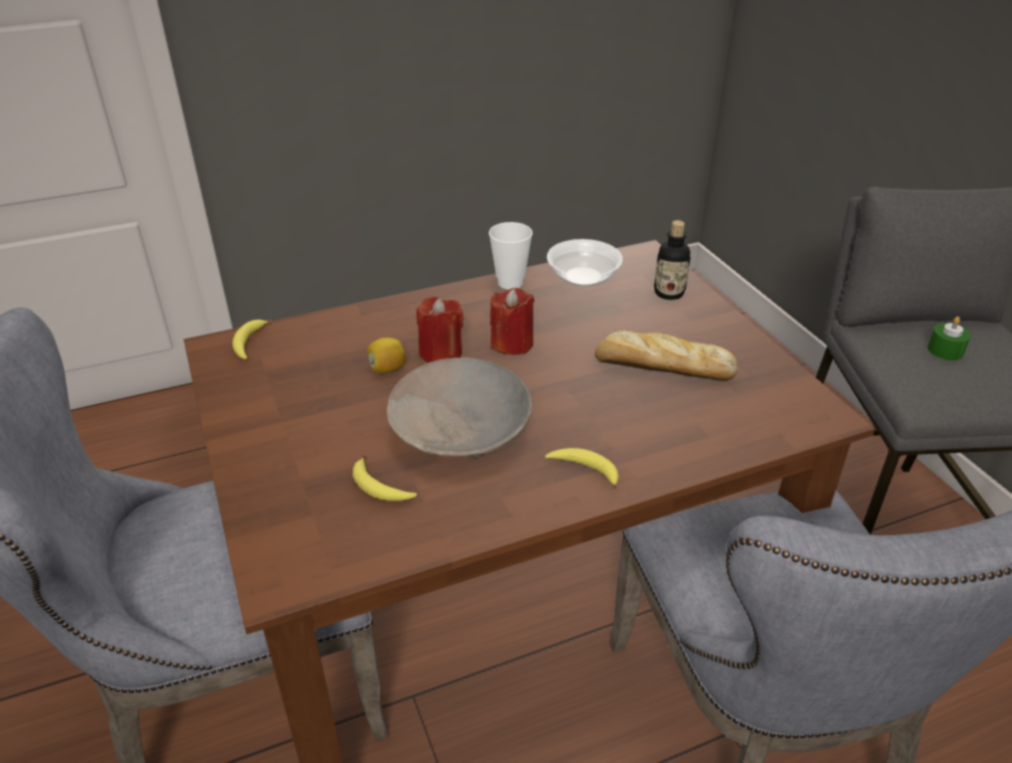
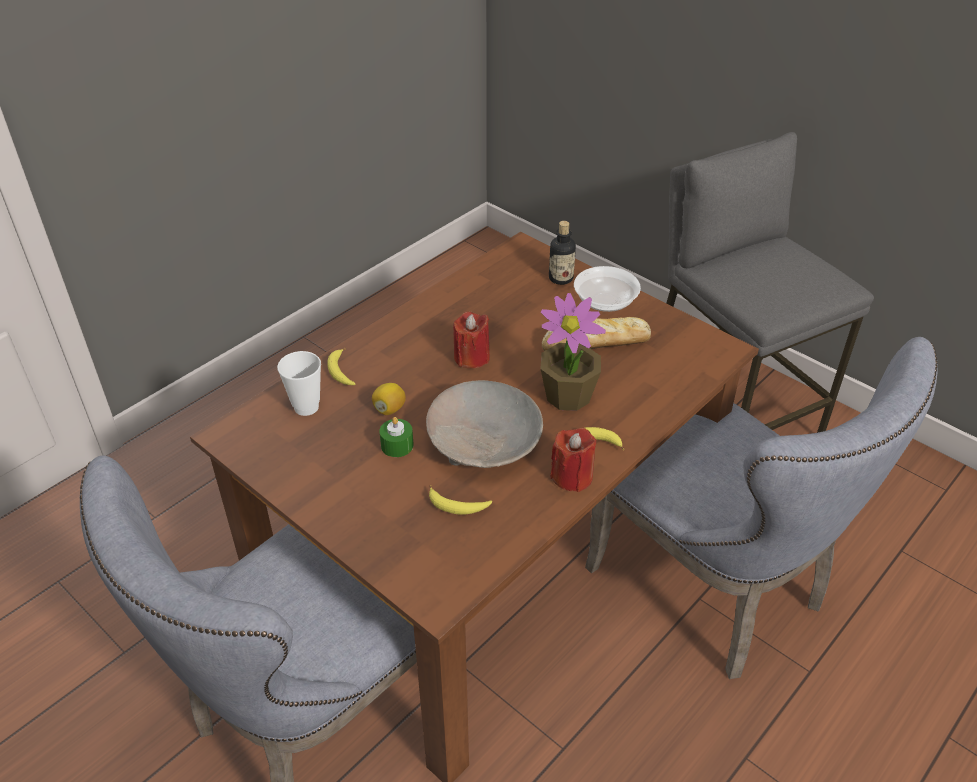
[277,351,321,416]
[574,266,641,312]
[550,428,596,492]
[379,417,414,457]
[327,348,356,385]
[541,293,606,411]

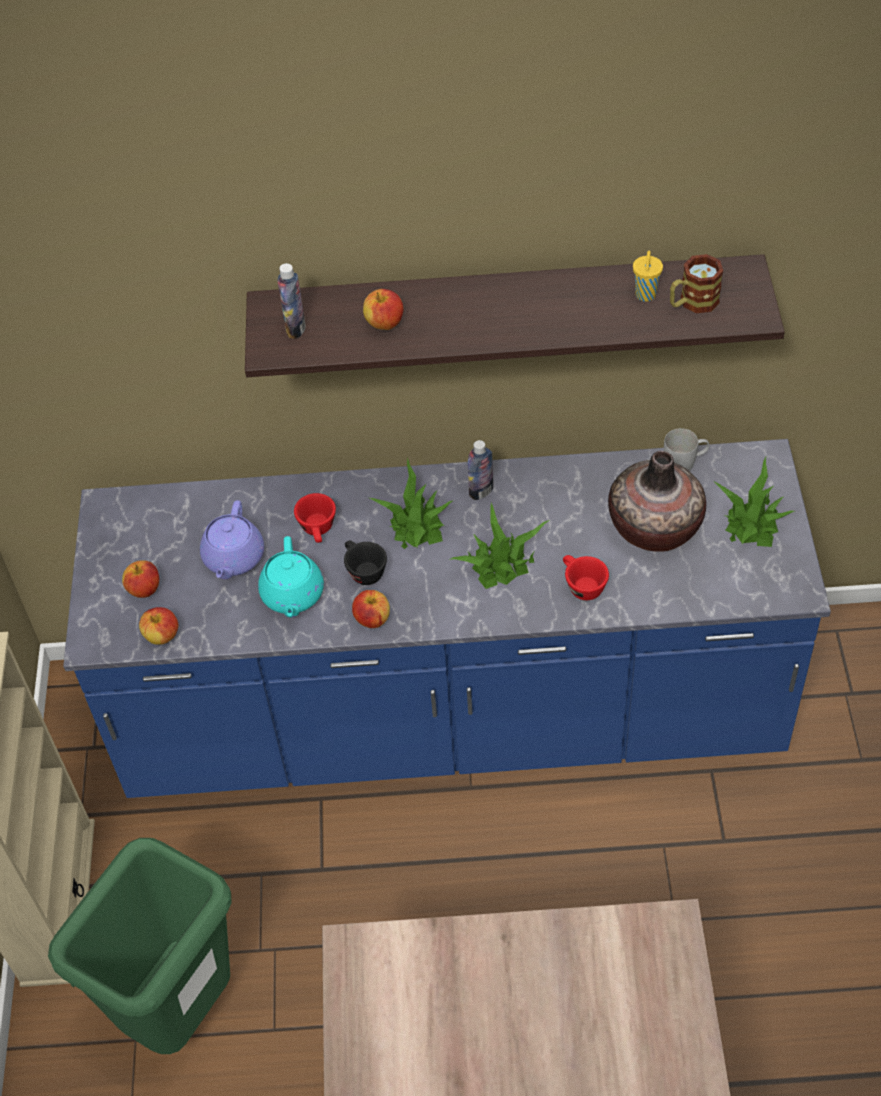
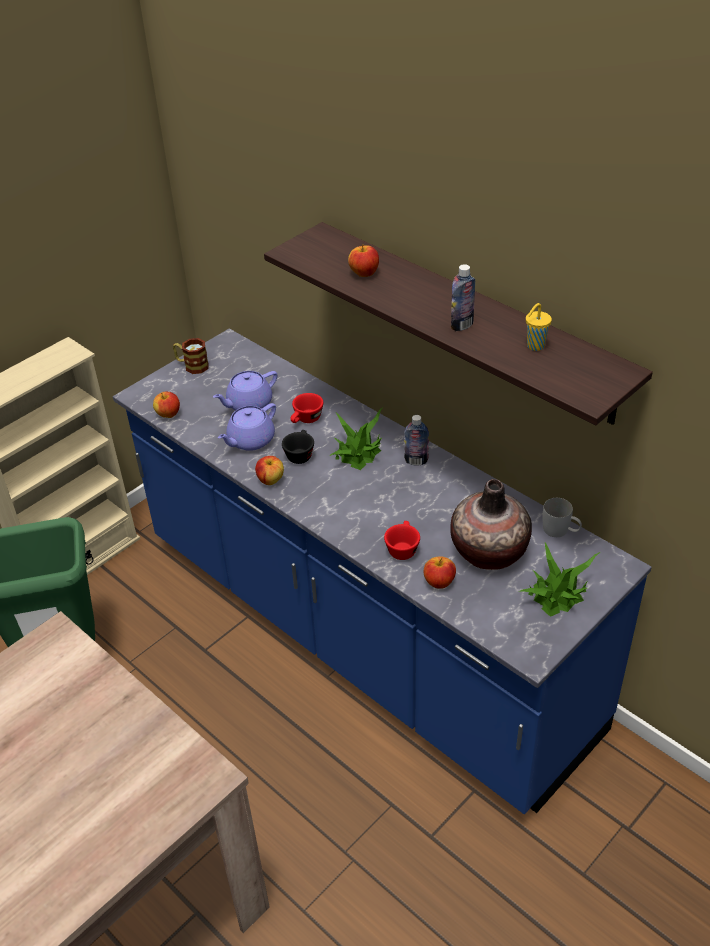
[173,338,209,374]
[451,264,475,331]
[449,503,550,589] (first image)
[218,403,276,451]
[424,556,456,589]

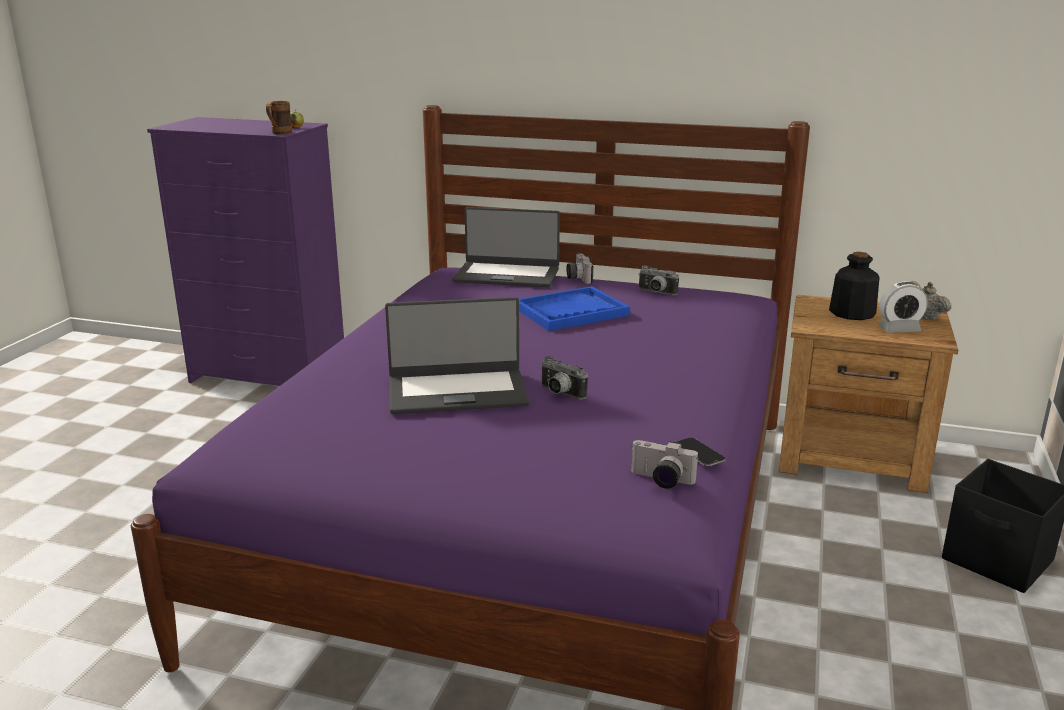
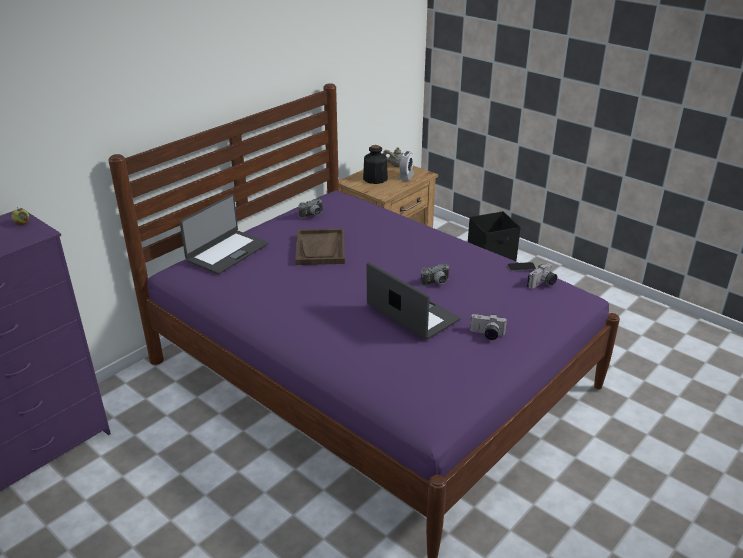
[266,101,292,135] (first image)
[470,314,507,340]
[295,229,345,265]
[367,262,460,340]

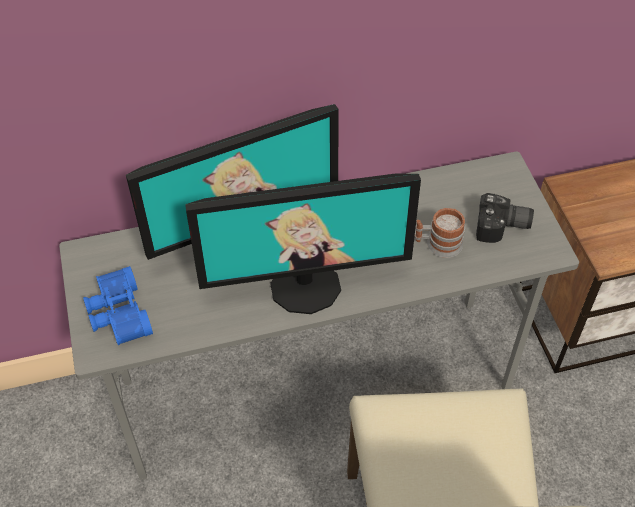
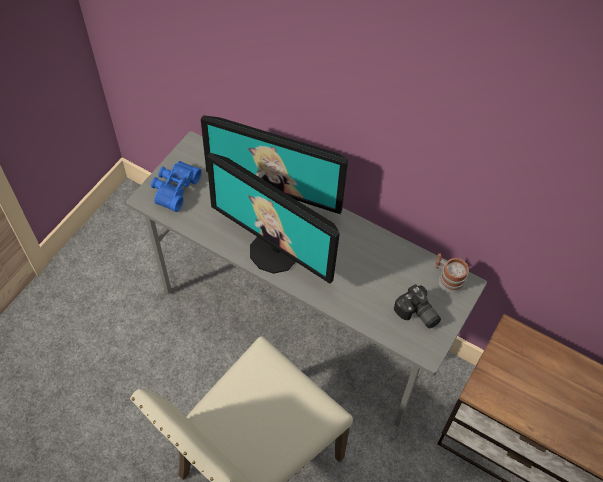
[435,253,469,293]

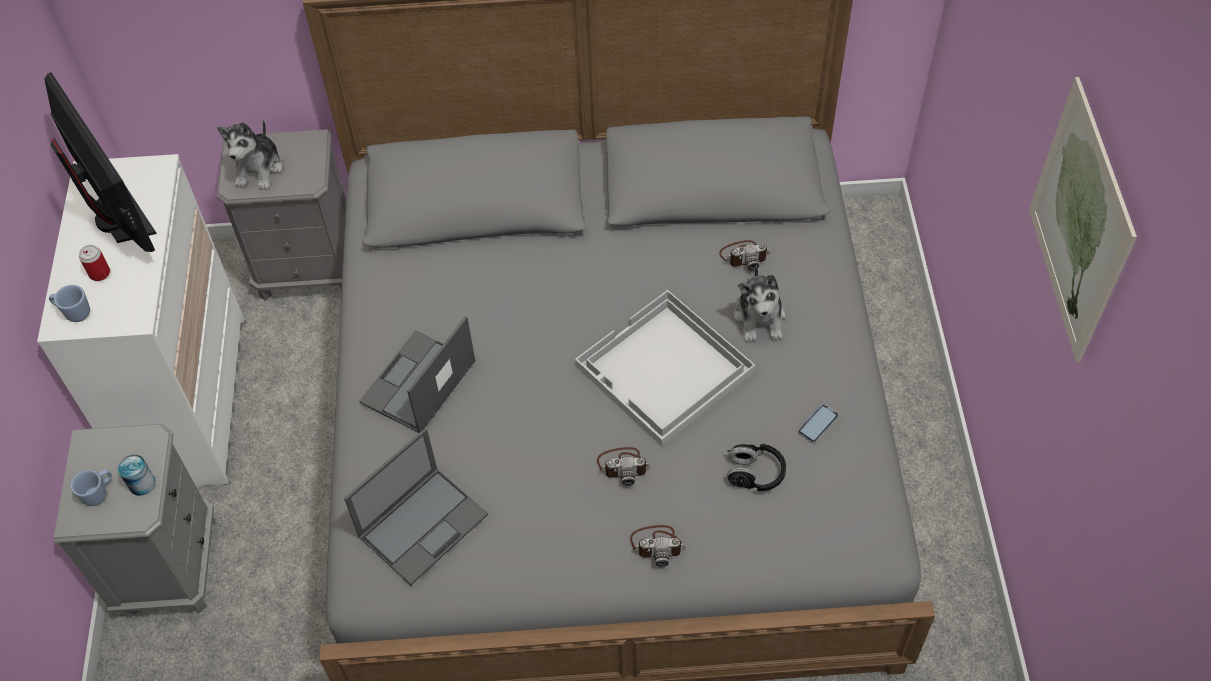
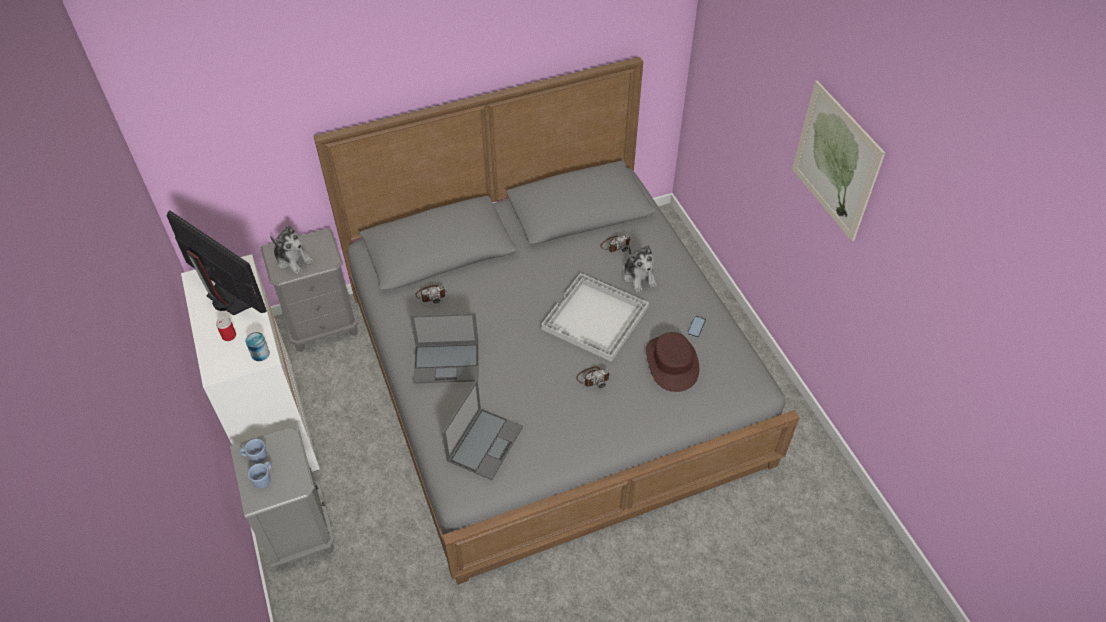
[270,225,313,274]
[239,439,267,464]
[410,312,479,384]
[646,332,699,392]
[245,332,270,361]
[415,285,447,304]

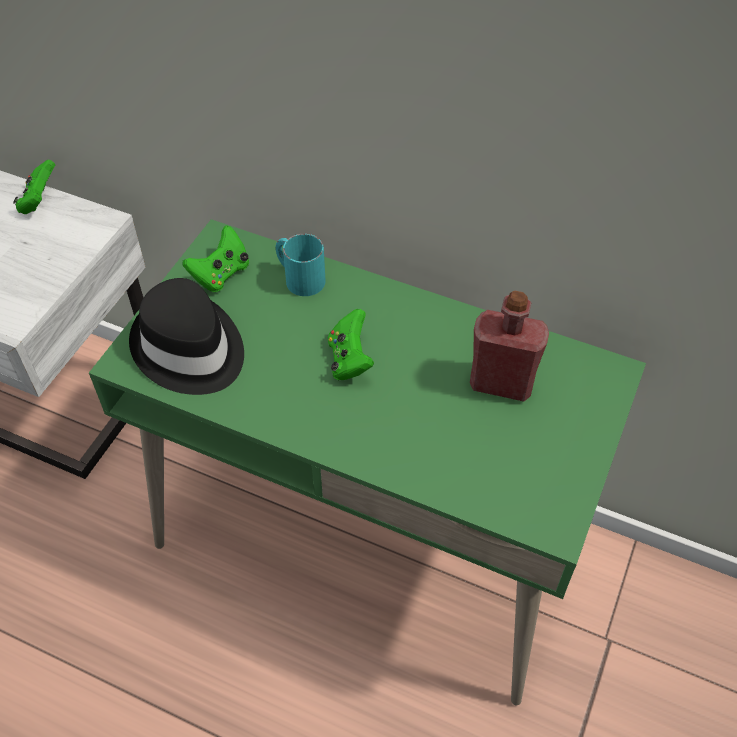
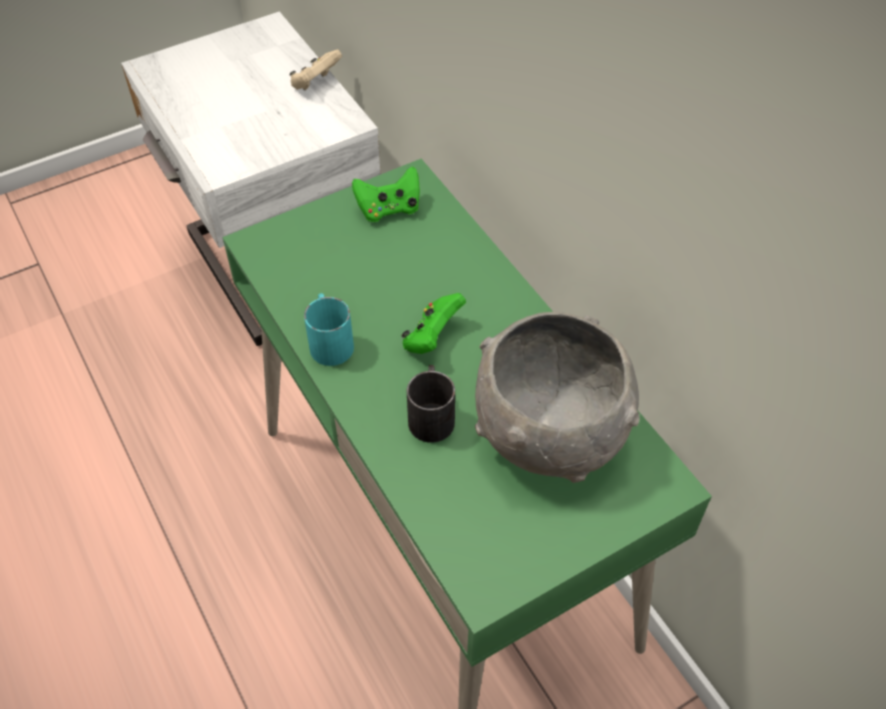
[290,50,342,90]
[304,293,354,366]
[129,278,244,395] (first image)
[475,312,640,483]
[407,365,455,443]

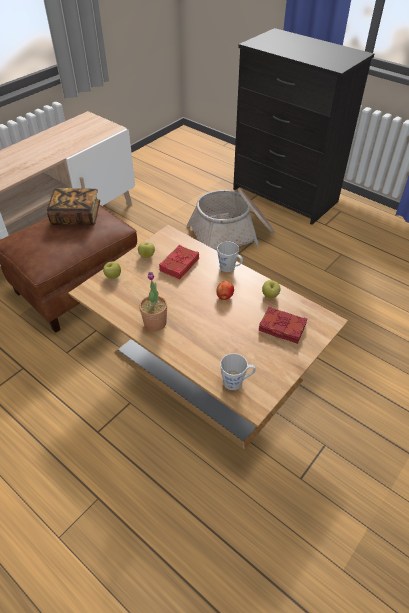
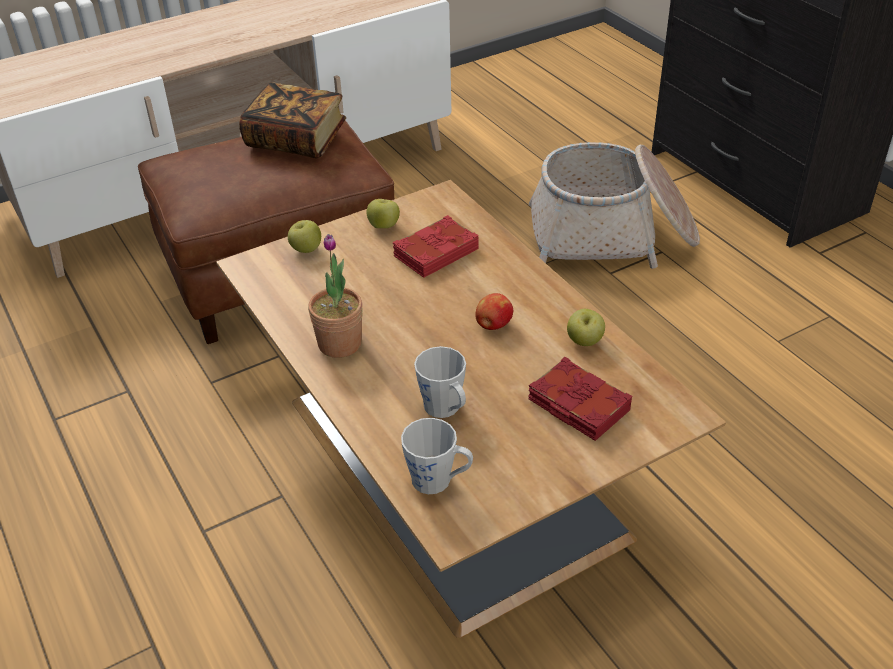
[414,346,466,418]

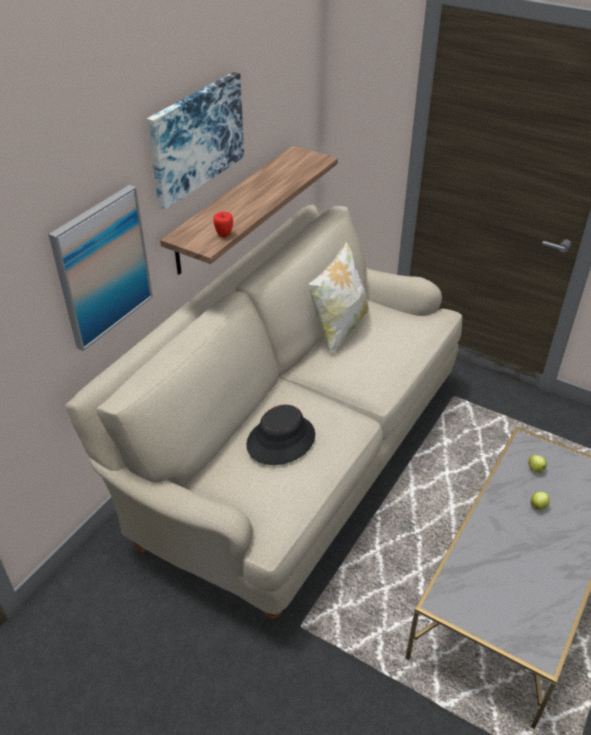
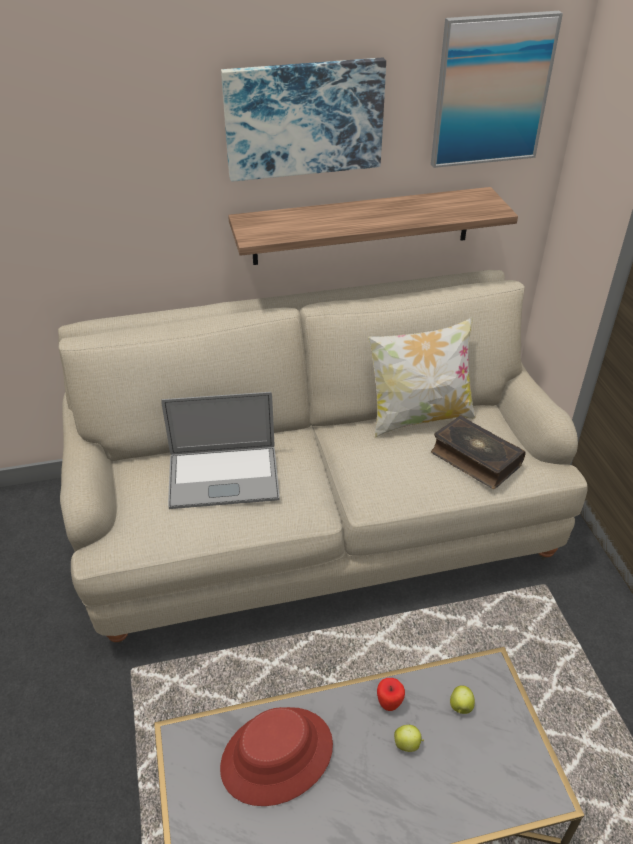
[431,11,563,168]
[377,678,405,711]
[161,392,280,509]
[431,415,525,489]
[220,707,333,806]

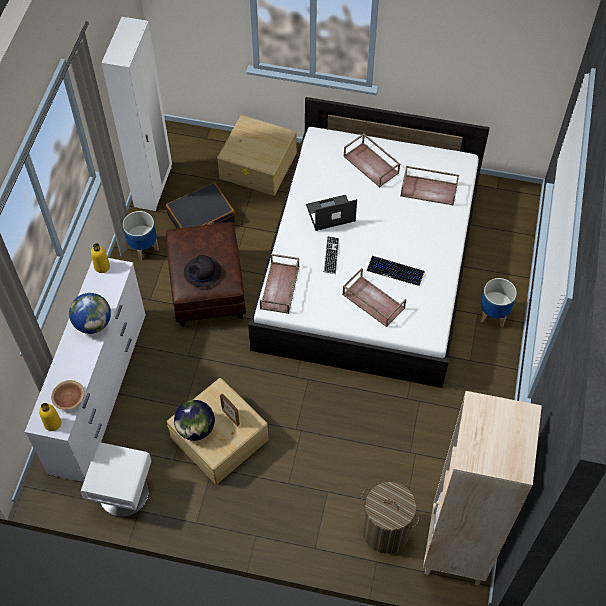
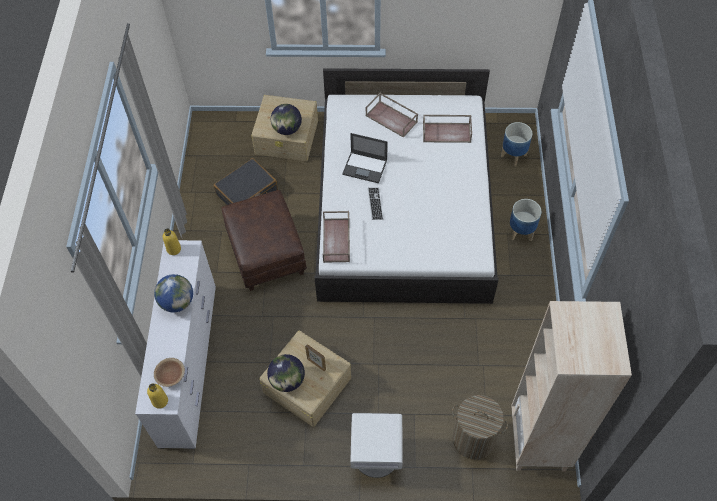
[101,17,172,211] (first image)
[342,133,388,183]
[501,122,532,166]
[184,255,221,287] (first image)
[367,256,425,286] (first image)
[342,268,406,327] (first image)
[350,413,403,478]
[271,104,302,135]

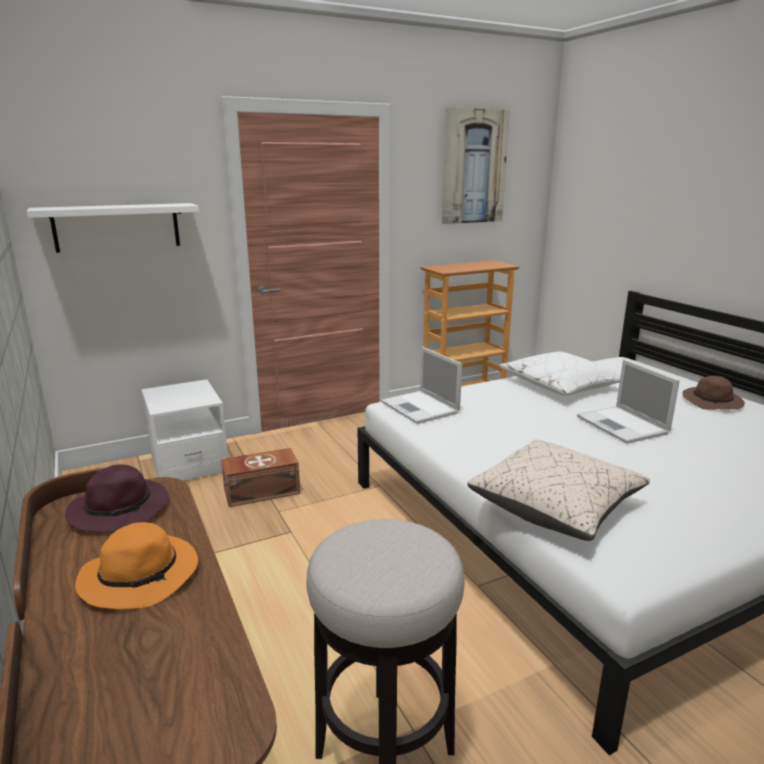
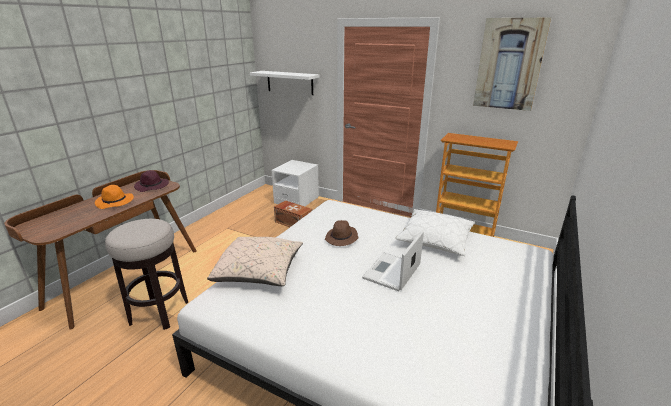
[381,347,462,424] (first image)
[325,220,359,246]

